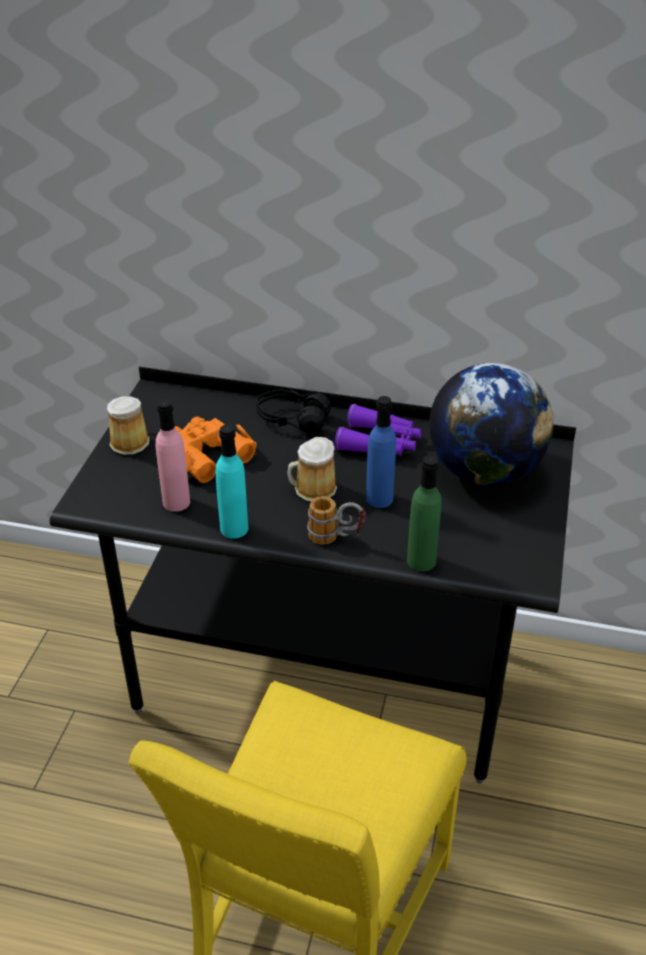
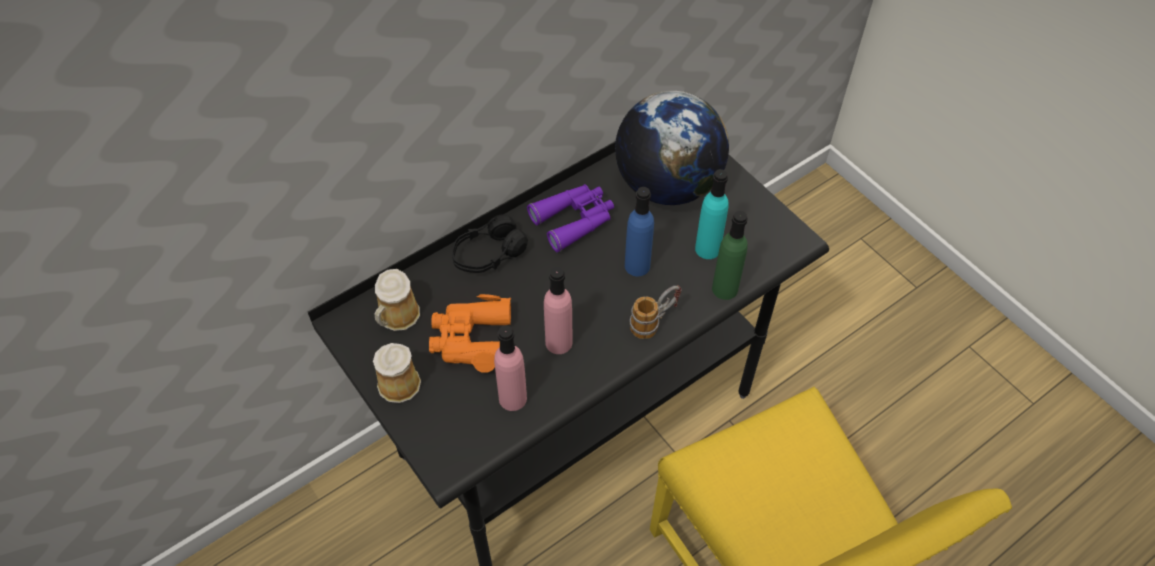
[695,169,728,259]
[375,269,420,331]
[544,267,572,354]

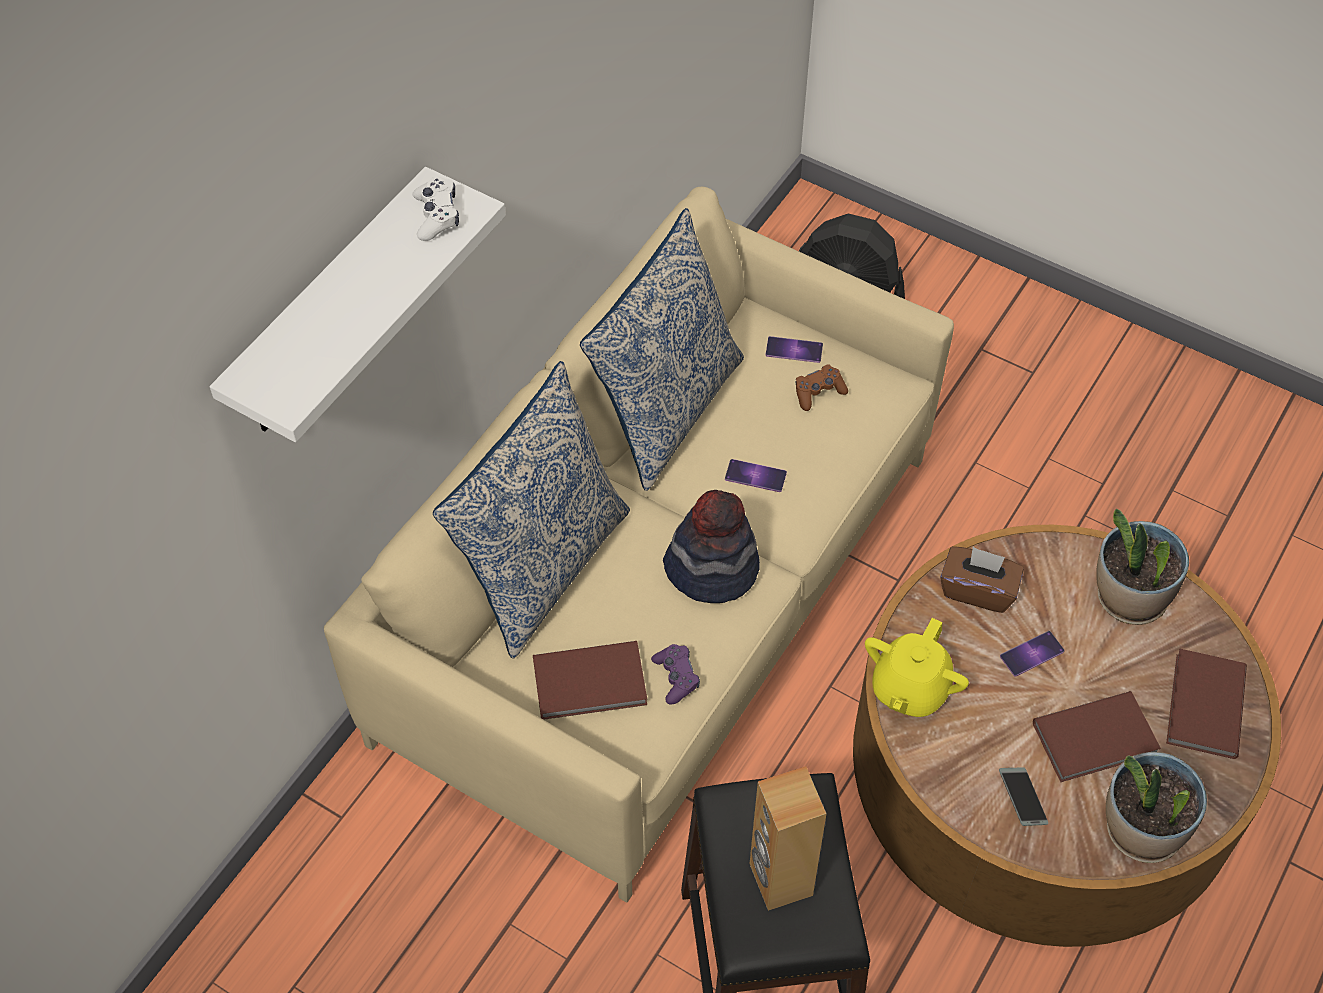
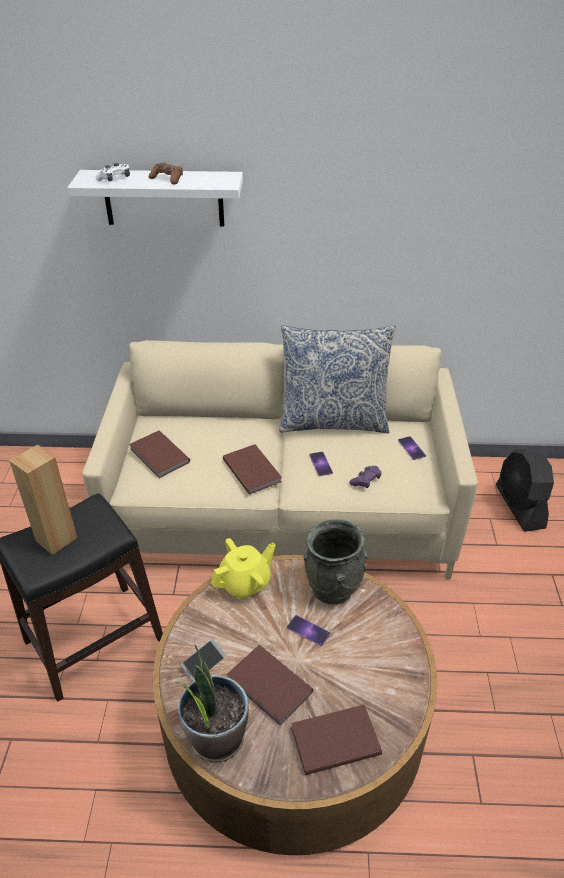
[95,163,130,181]
[433,361,630,658] (first image)
[149,162,183,185]
[223,444,282,494]
[1096,508,1189,625] (first image)
[303,519,368,605]
[211,538,276,600]
[349,466,381,488]

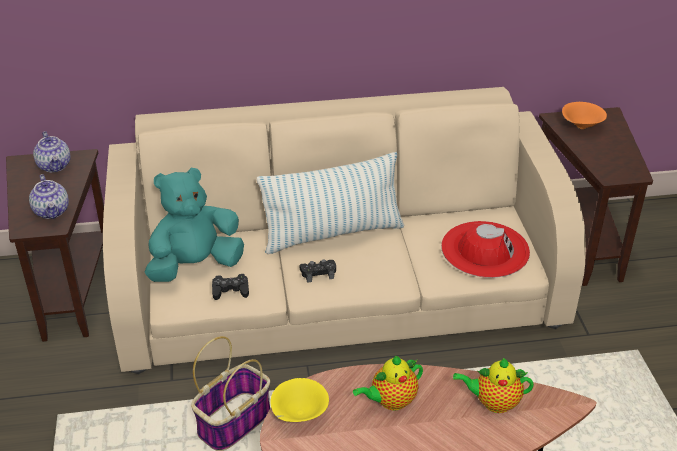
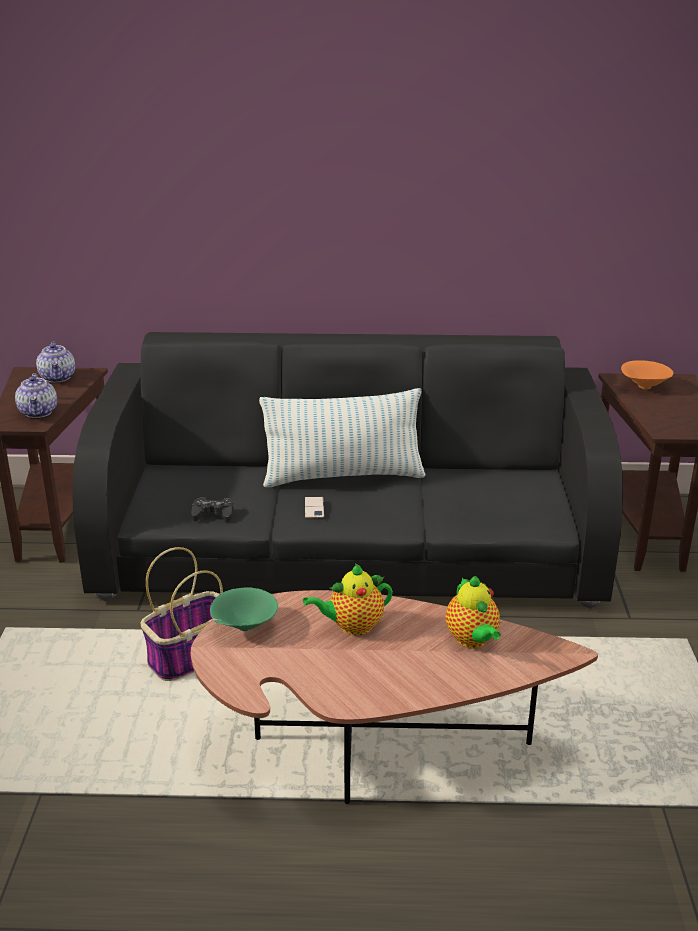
[72,332,623,609]
[145,168,244,282] (first image)
[441,221,530,278] (first image)
[305,497,324,518]
[446,576,501,648]
[210,587,278,631]

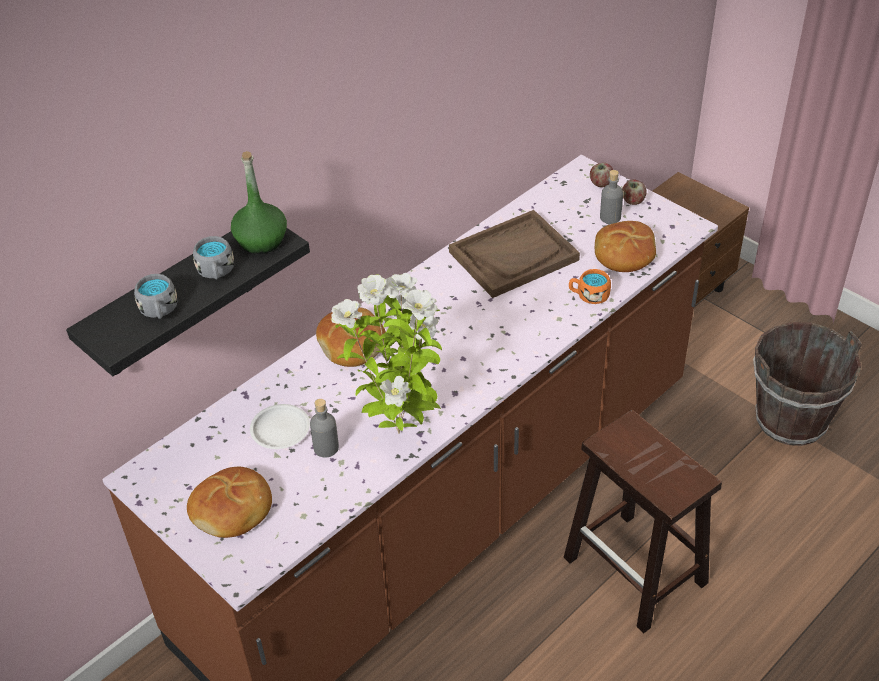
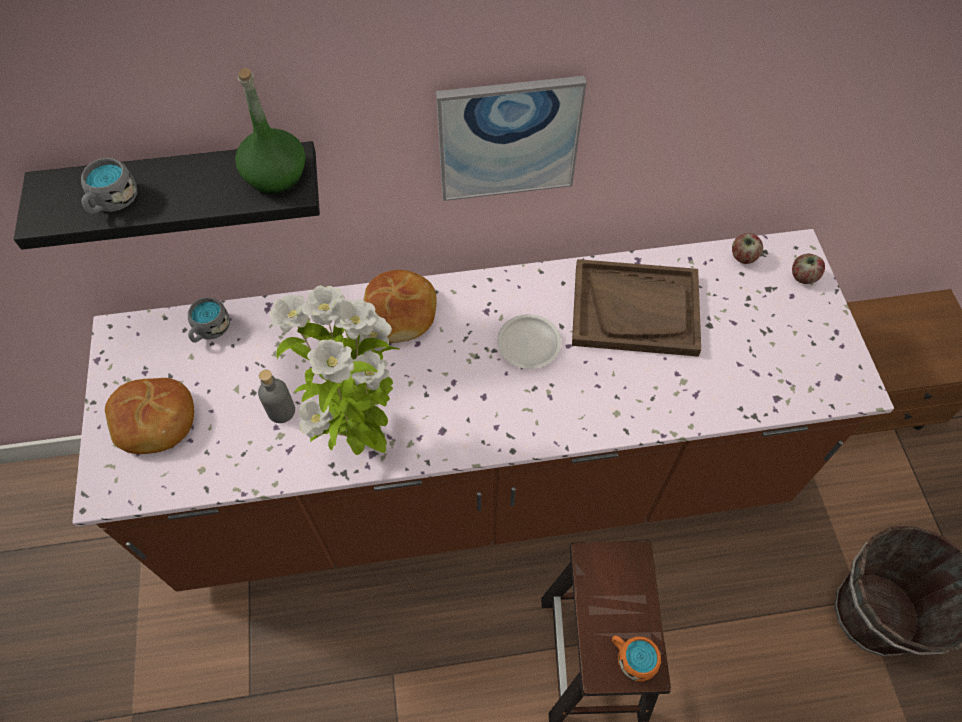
[600,170,623,224] (first image)
[732,233,763,264]
[595,221,656,272] (first image)
[188,297,230,343]
[612,635,661,682]
[497,314,562,369]
[436,76,586,201]

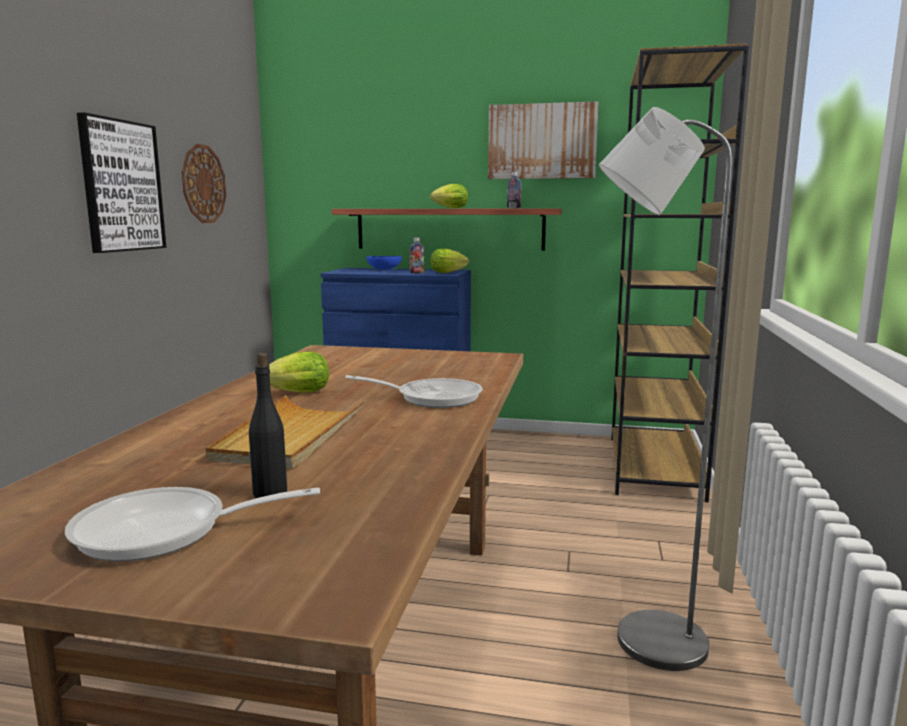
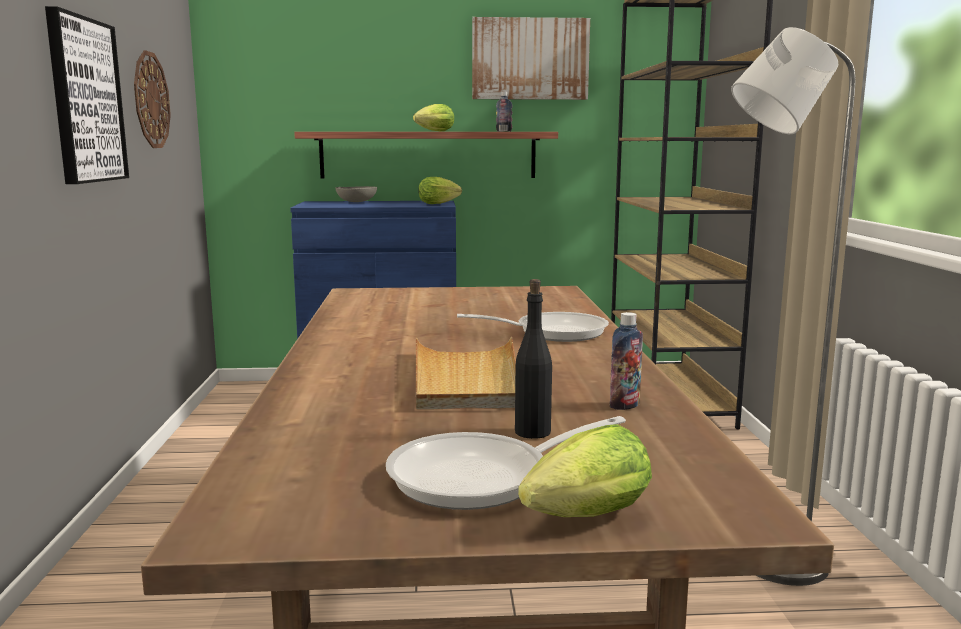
[610,312,643,410]
[335,186,377,202]
[518,424,652,517]

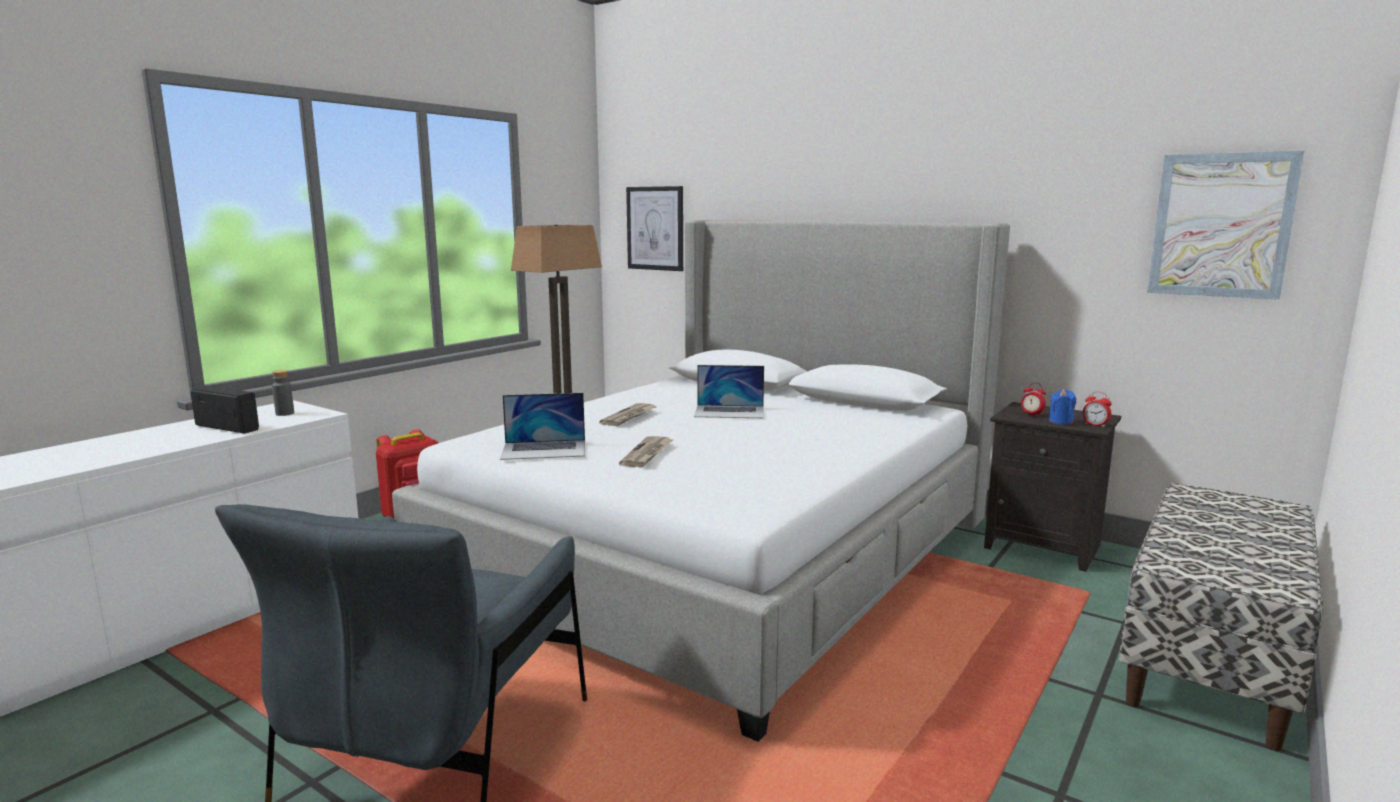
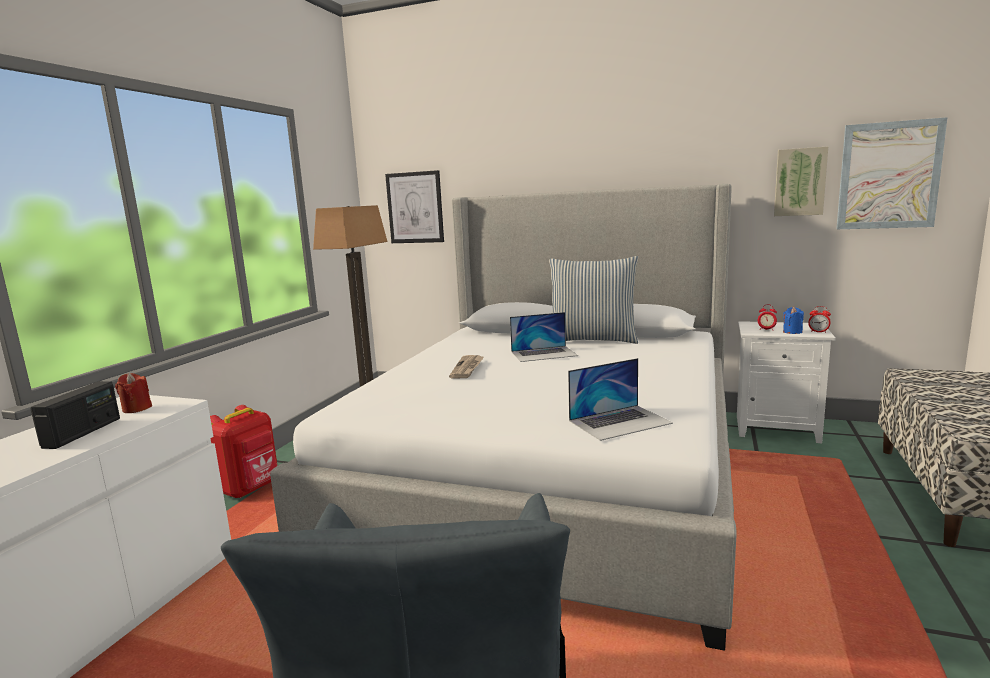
[115,373,152,413]
[30,381,120,449]
[568,358,673,441]
[737,321,836,443]
[619,436,673,467] (first image)
[774,146,828,216]
[549,256,638,344]

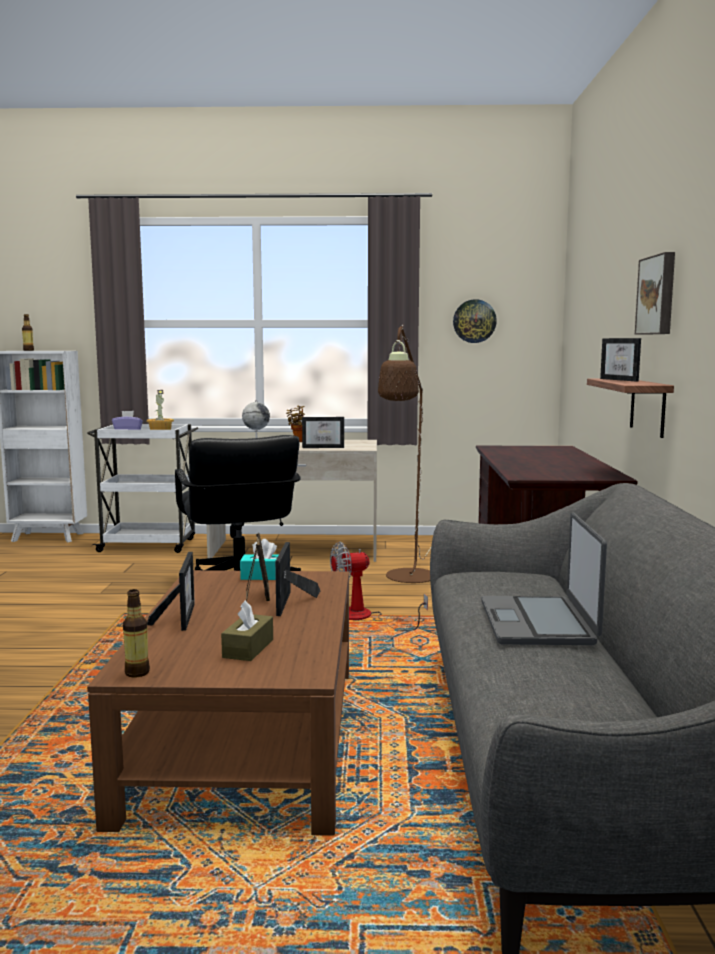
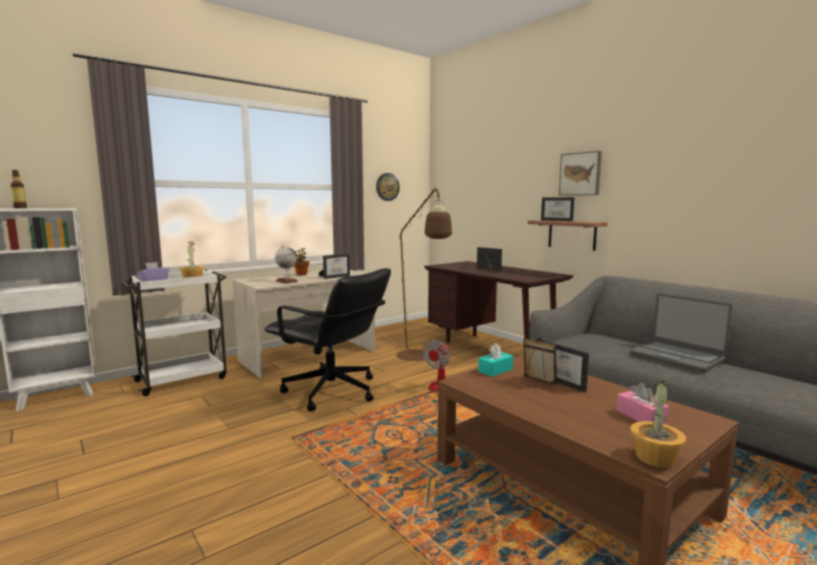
[477,247,502,271]
[630,381,686,468]
[616,383,669,424]

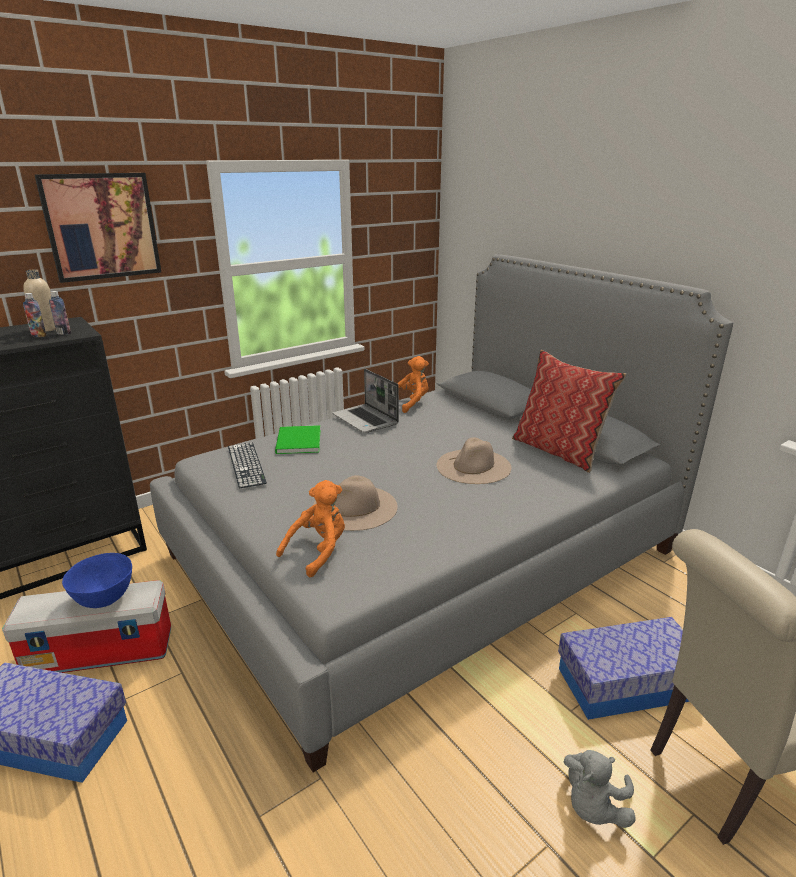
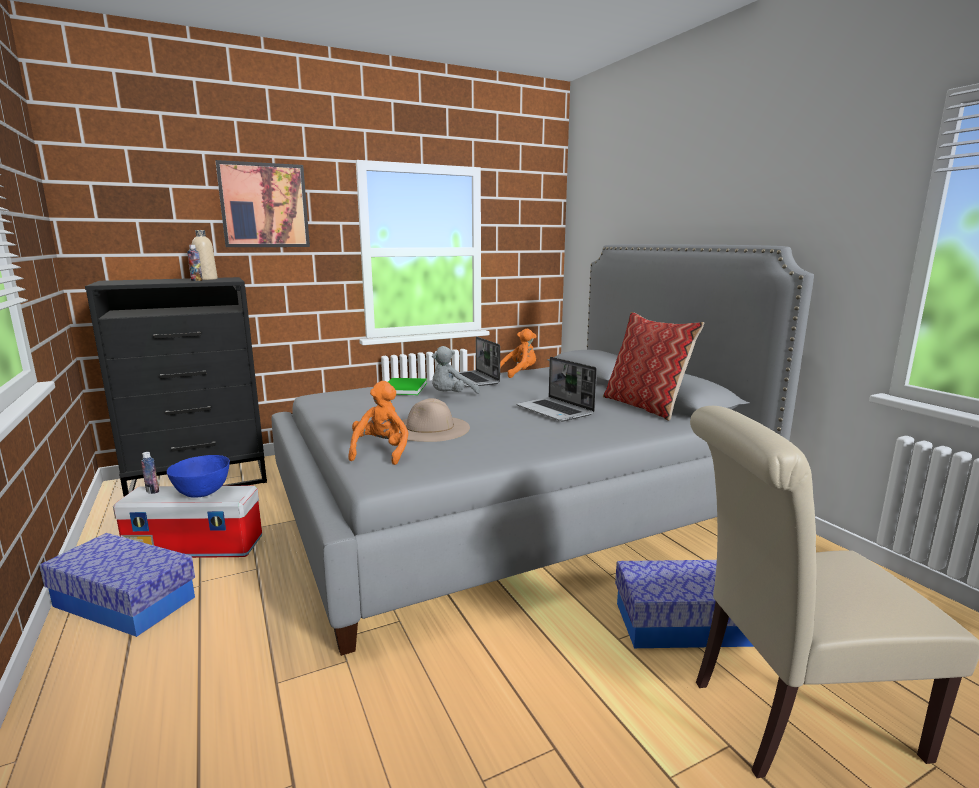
[141,452,159,494]
[516,357,597,421]
[228,443,267,488] (first image)
[348,381,408,465]
[432,346,480,394]

